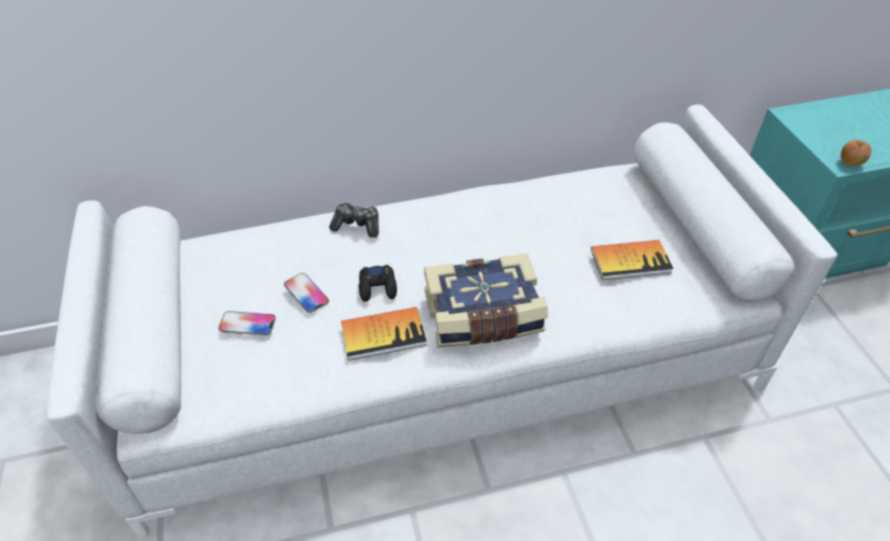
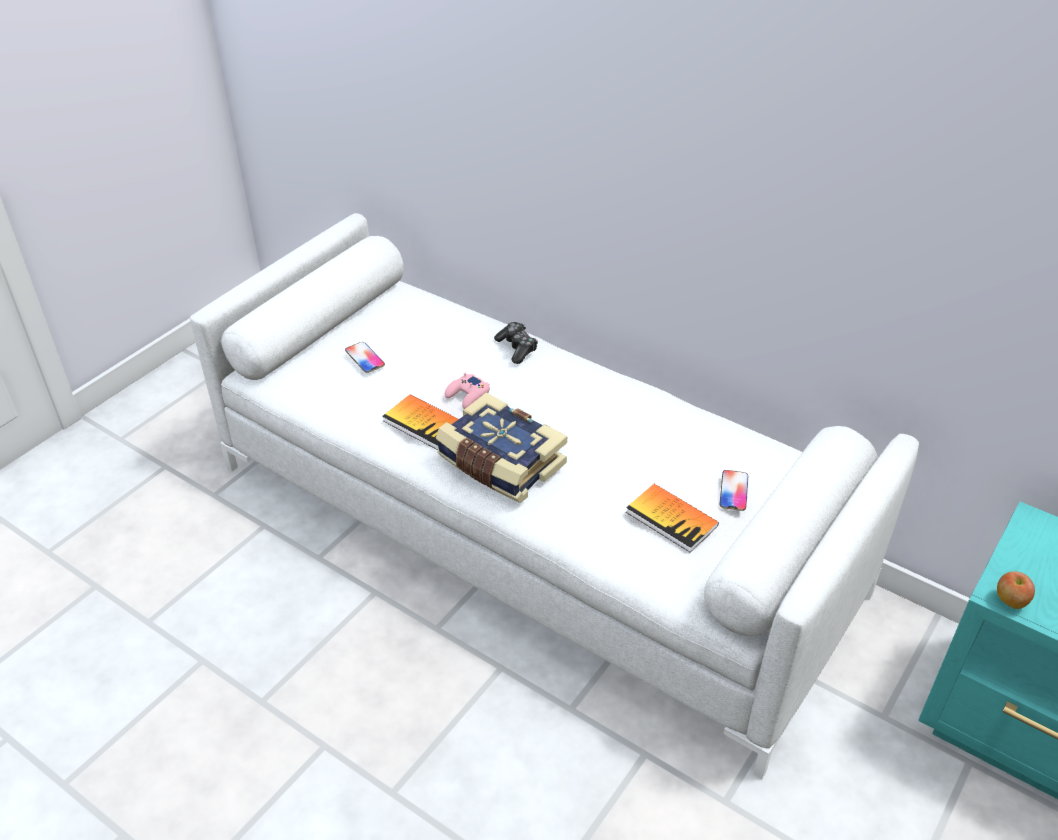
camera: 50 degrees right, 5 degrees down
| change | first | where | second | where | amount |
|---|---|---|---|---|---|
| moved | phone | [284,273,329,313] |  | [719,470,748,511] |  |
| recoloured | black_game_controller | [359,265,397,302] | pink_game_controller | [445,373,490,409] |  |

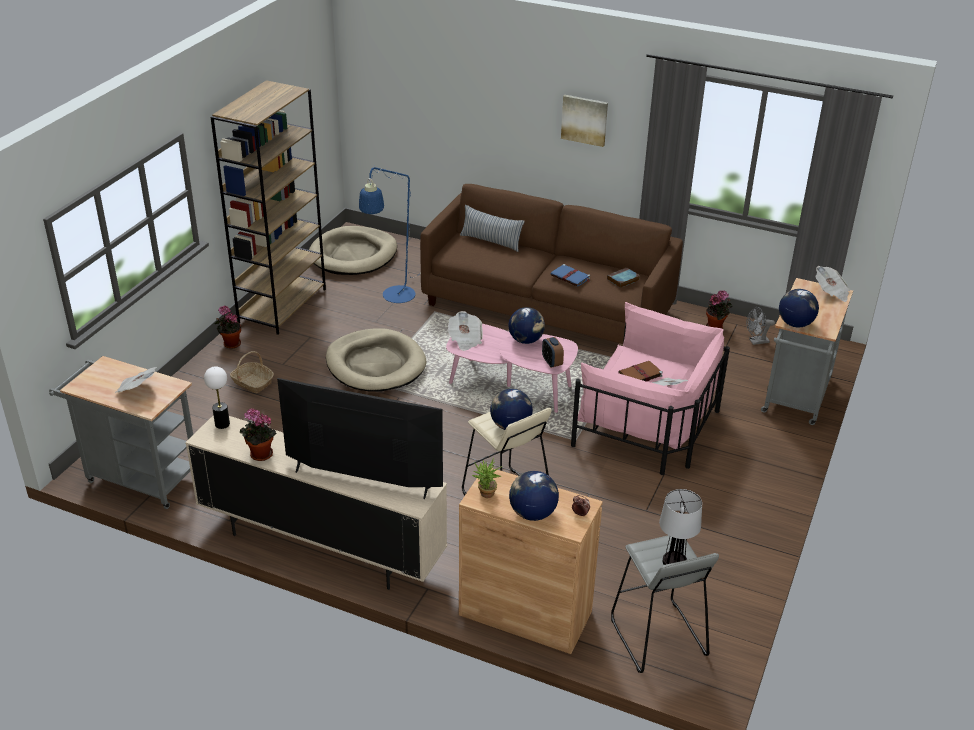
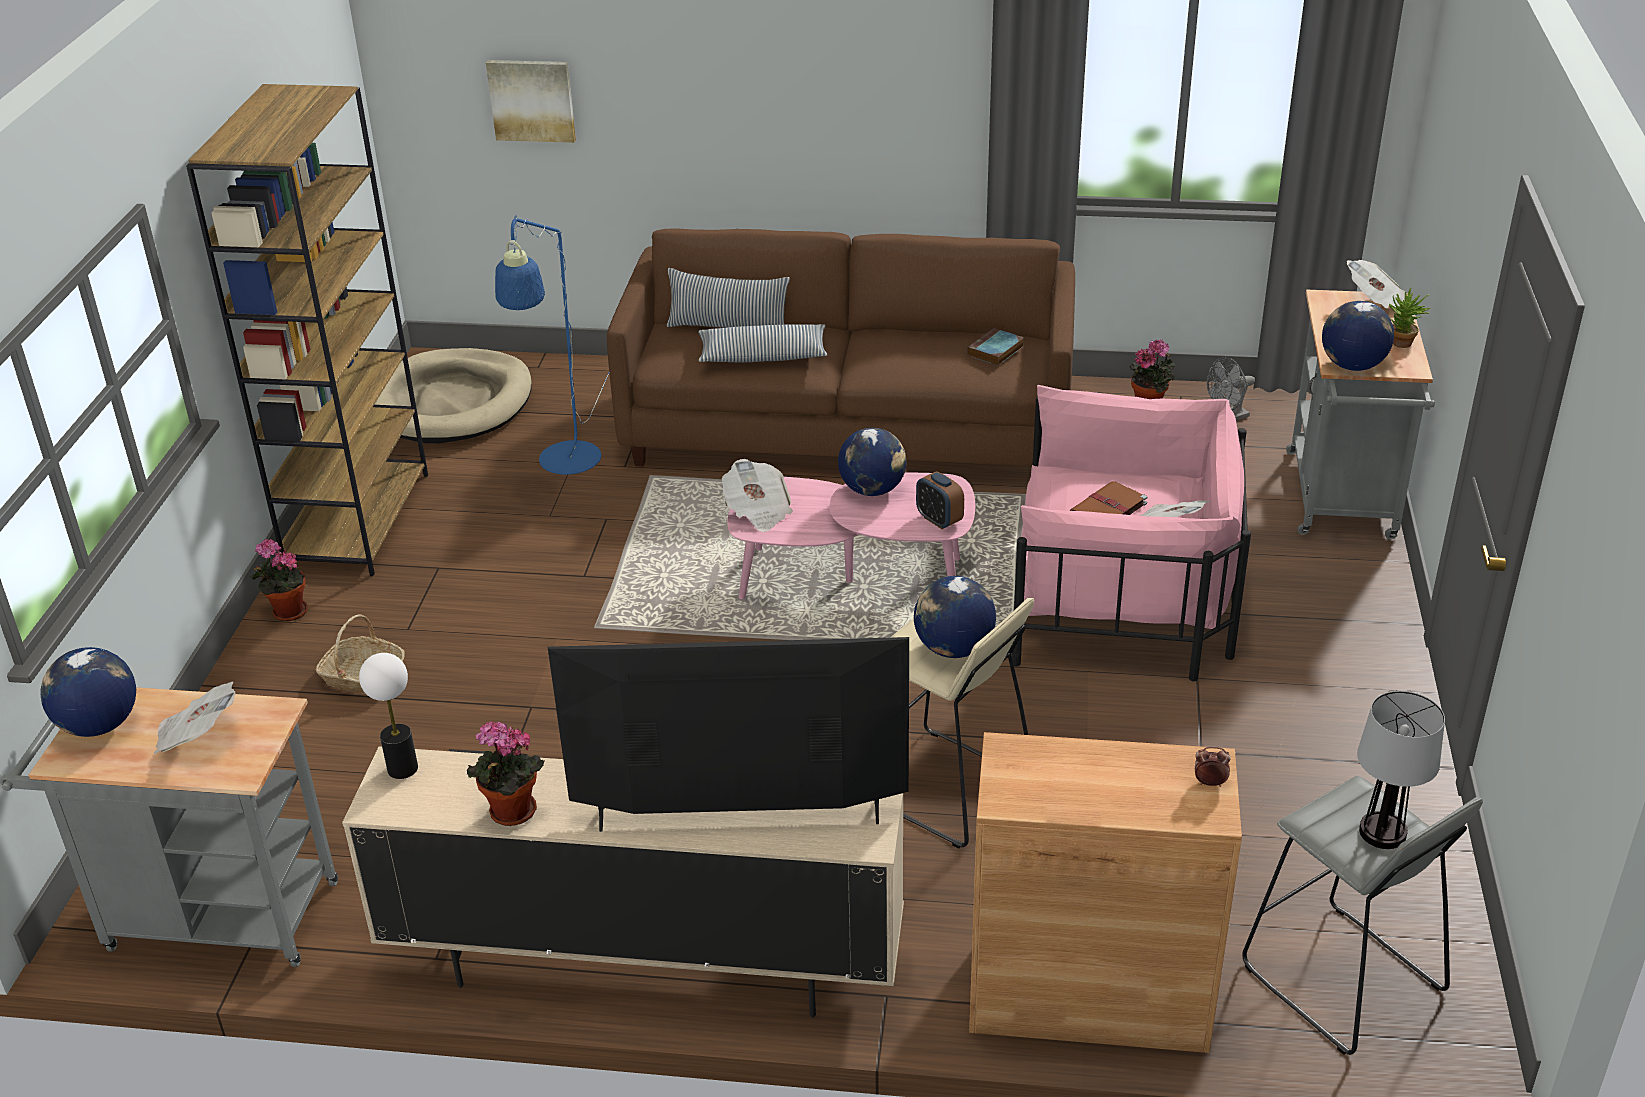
camera: 15 degrees left, 0 degrees up
| change | first | where | second | where | amount |
|---|---|---|---|---|---|
| removed | beige_dog_bed | [326,328,426,392] |  |  |  |
| moved | potted_plant | [472,458,503,498] |  | [1389,287,1430,348] |  |
| moved | globe | [509,471,559,521] |  | [40,647,136,737] |  |
| removed | blue_book | [551,264,590,287] |  |  |  |
| moved | picture | [561,95,608,147] |  | [486,60,576,143] |  |
| added |  |  | pillow | [698,324,827,362] |  |

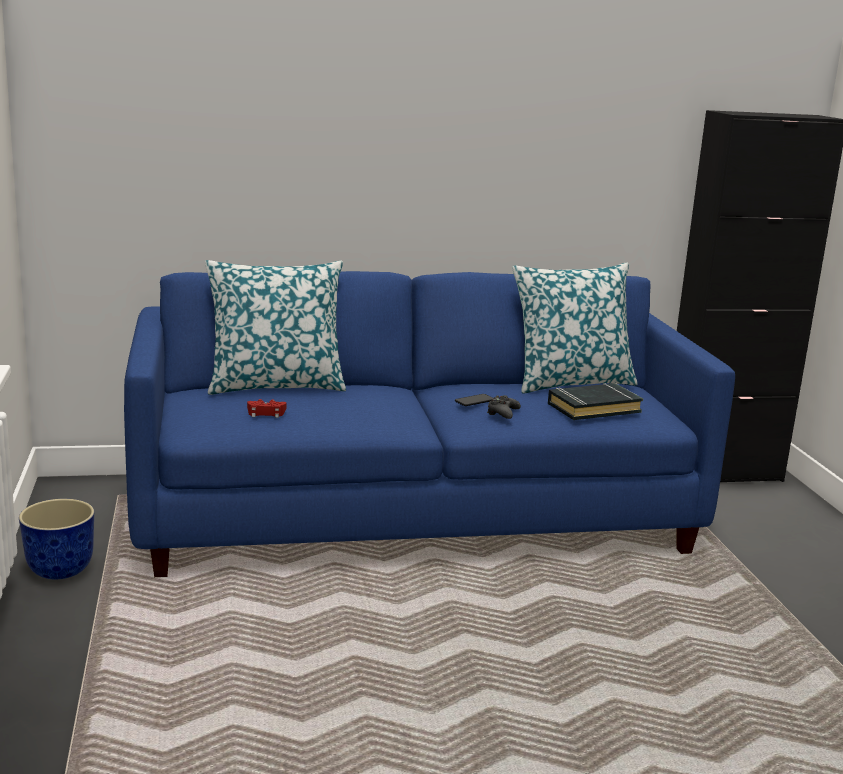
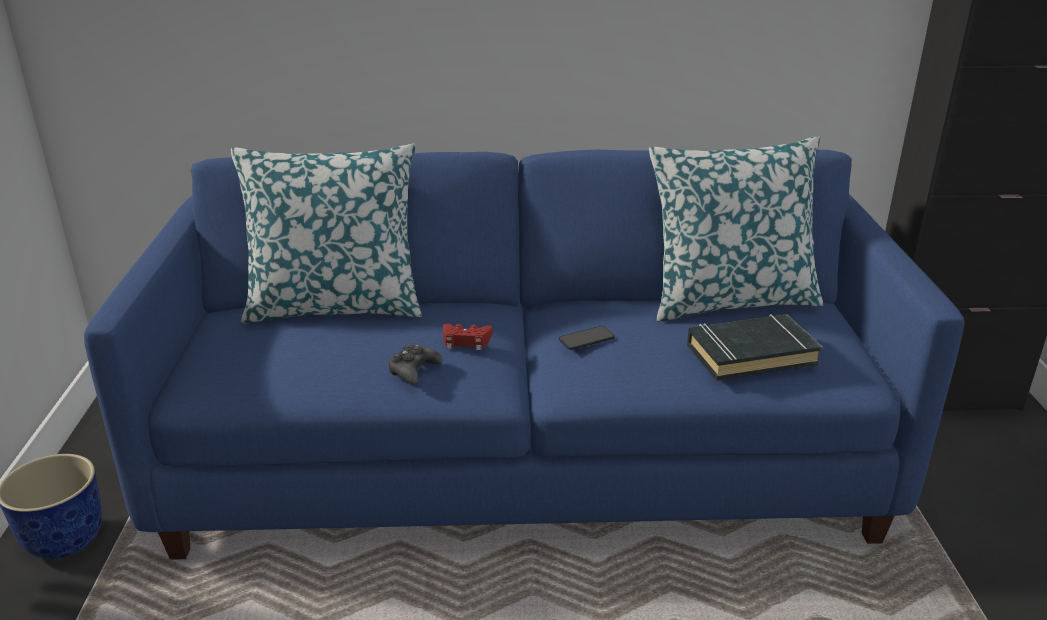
camera: 10 degrees right, 10 degrees up
| change | first | where | second | where | amount |
|---|---|---|---|---|---|
| moved | red_game_controller | [247,399,287,418] |  | [443,324,492,350] |  |
| moved | black_game_controller | [487,395,521,419] |  | [389,344,443,384] |  |

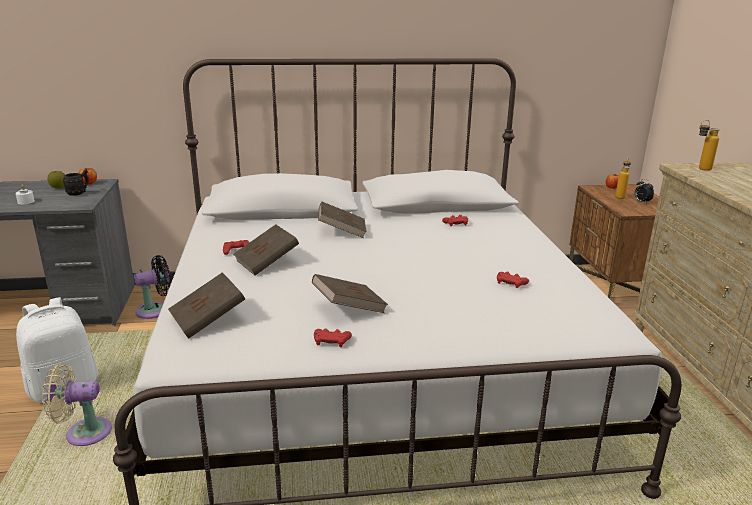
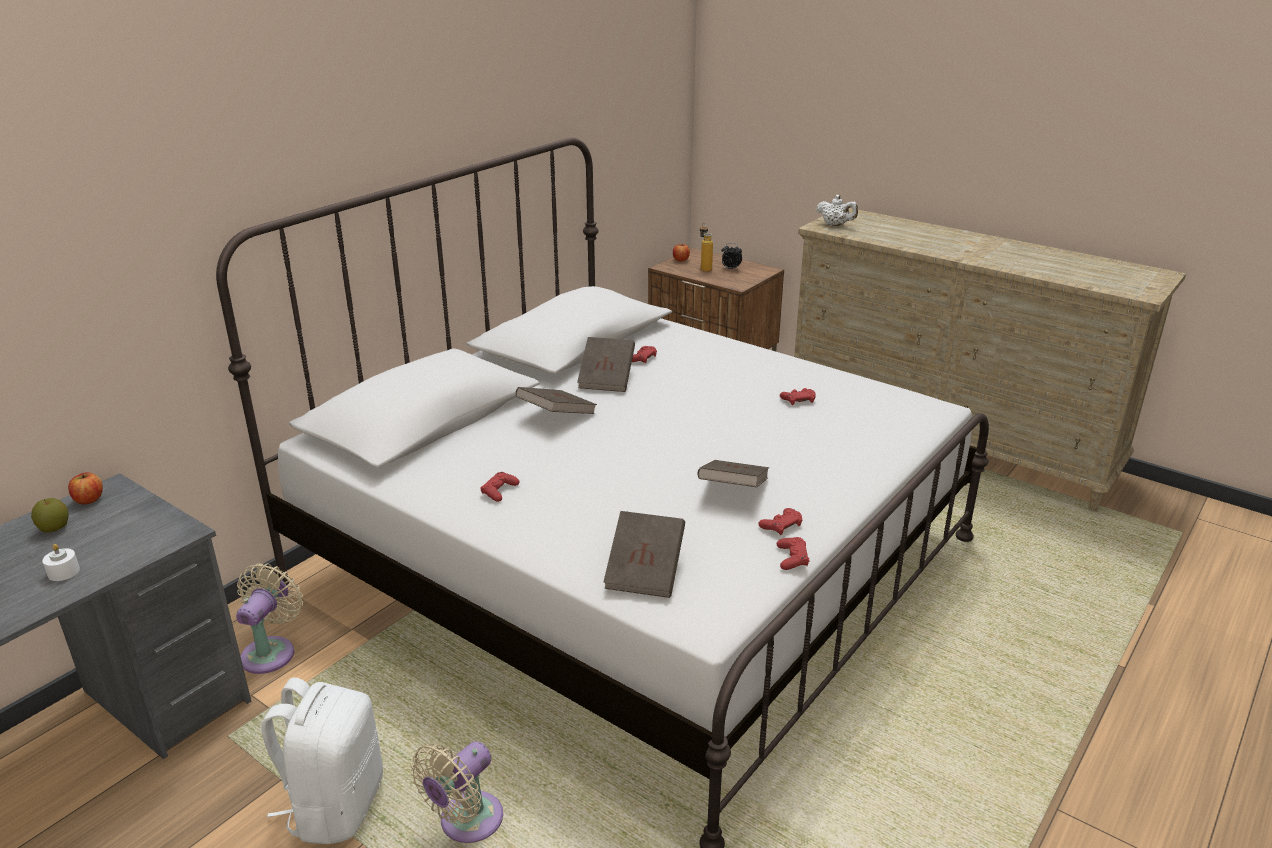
camera: 45 degrees left, 5 degrees up
| change | first | where | second | where | amount |
|---|---|---|---|---|---|
| removed | black_mug | [63,170,89,196] |  |  |  |
| recoloured | black_fan | [134,255,171,319] | beige_fan | [236,563,303,674] |  |
| moved | brown_book | [233,224,299,276] |  | [577,337,635,392] |  |
| replaced | bottle | [699,120,720,171] | white_teapot | [816,195,858,226] |  |
| added |  |  | red_game_controller | [777,537,809,570] |  |

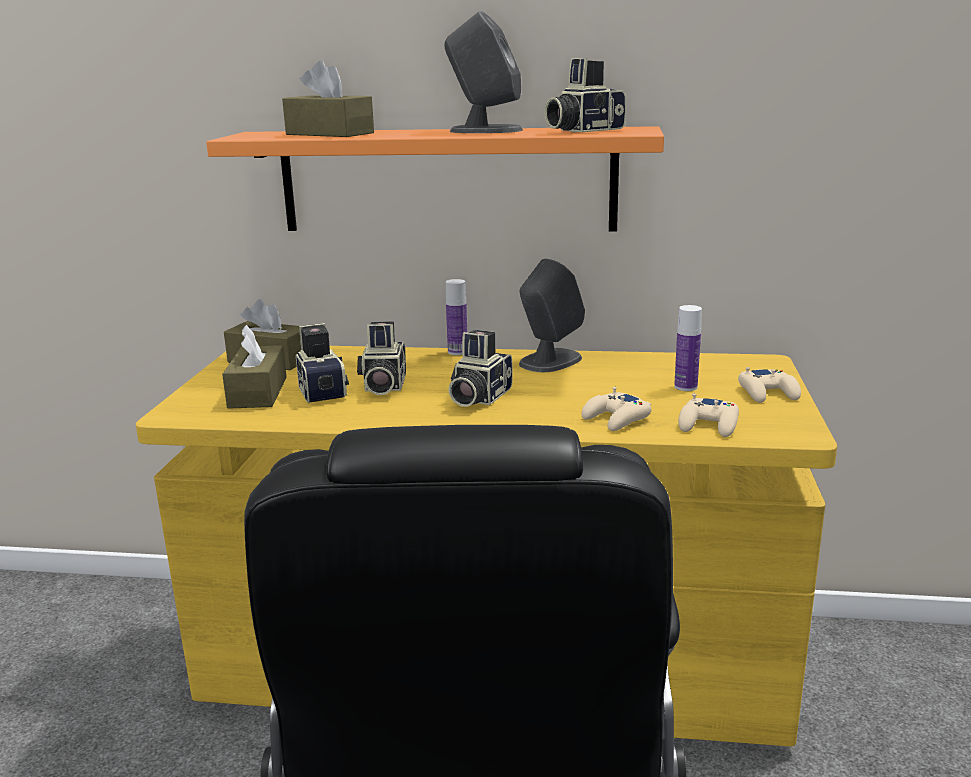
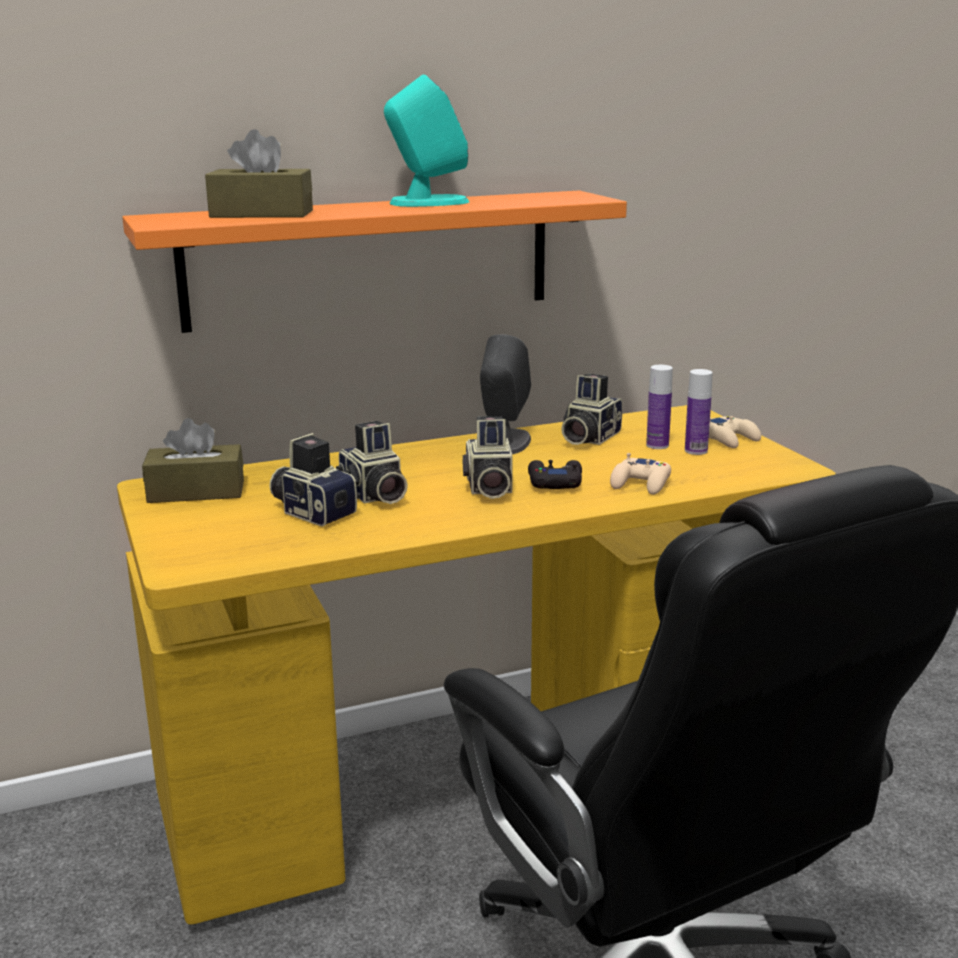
camera: 30 degrees left, 0 degrees up
| change | first | where | second | where | amount |
|---|---|---|---|---|---|
| removed | brown_tissue_box | [222,325,287,409] |  |  |  |
| recoloured | grey_speaker | [444,11,523,133] | turquoise_speaker | [384,74,469,207] |  |
| moved | bottle | [446,279,467,355] |  | [685,369,713,455] |  |
| moved | photo_camera | [544,58,626,132] |  | [561,374,623,445] |  |
| removed | beige_game_controller | [678,393,739,437] |  |  |  |
| added |  |  | black_game_controller | [528,460,582,489] |  |

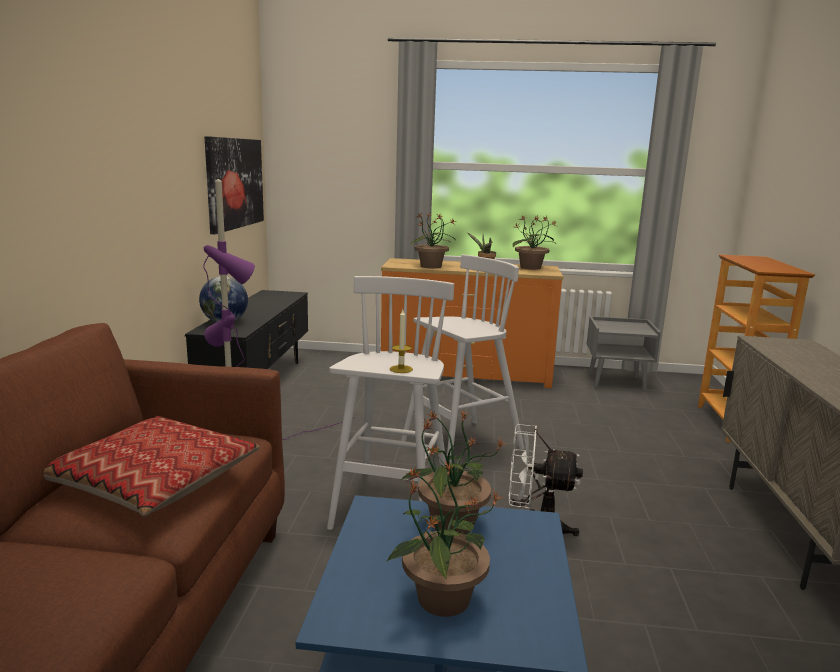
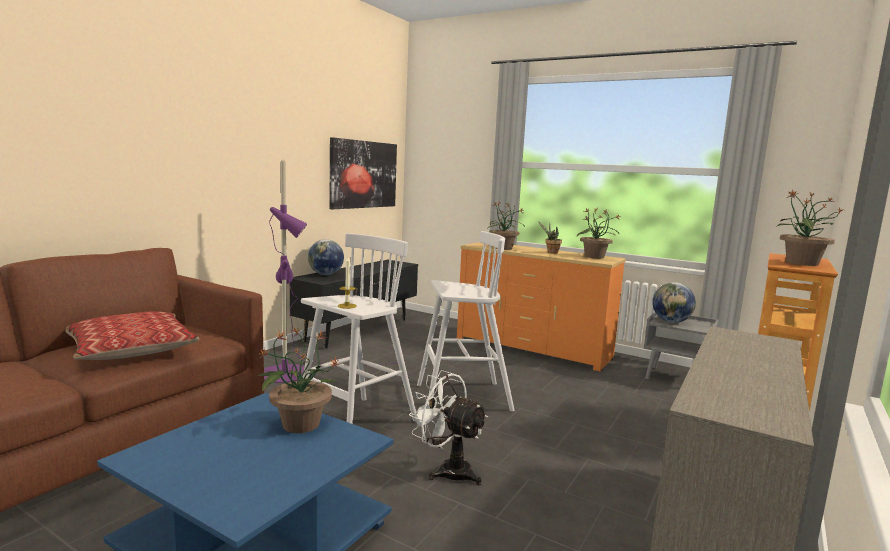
camera: 25 degrees right, 5 degrees down
| change | first | where | second | where | amount |
|---|---|---|---|---|---|
| moved | potted_plant | [387,462,502,617] |  | [777,190,843,266] |  |
| added |  |  | globe | [652,282,696,323] |  |

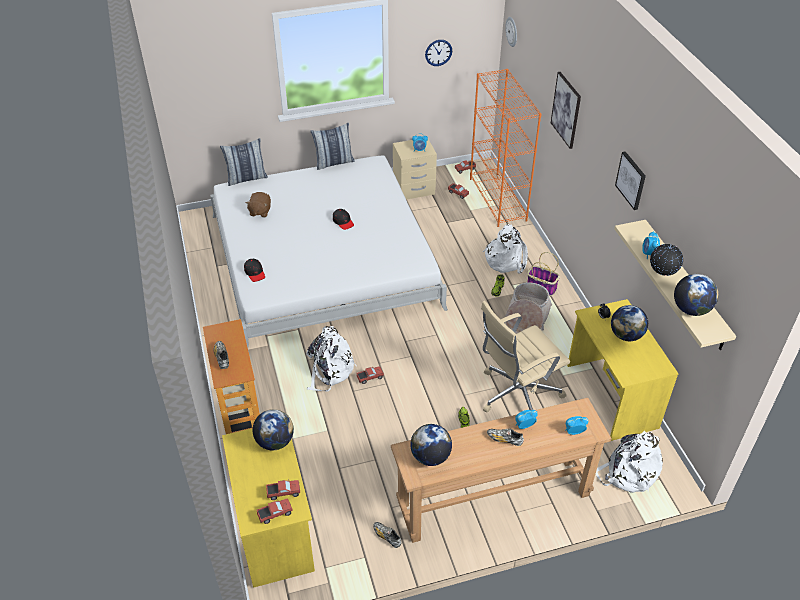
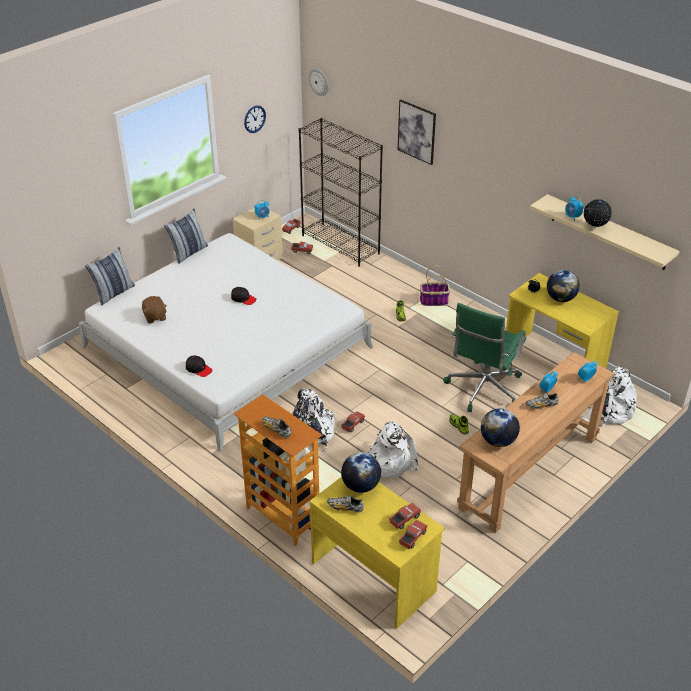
camera: 30 degrees left, 5 degrees down
| change | first | where | second | where | amount |
|---|---|---|---|---|---|
| moved | shoe | [373,522,402,548] |  | [327,496,364,513] |  |
| recoloured | orange_bookcase | [470,69,542,227] | black_bookcase | [299,118,383,267] |  |
| recoloured | beige_office_chair | [481,301,570,413] | green_office_chair | [443,303,526,412] |  |
| moved | white_backpack | [483,224,528,274] |  | [368,421,419,478] |  |
| removed | basket | [505,282,552,334] |  |  |  |
| removed | picture | [615,151,646,210] |  |  |  |
| removed | globe | [674,274,718,316] |  |  |  |

